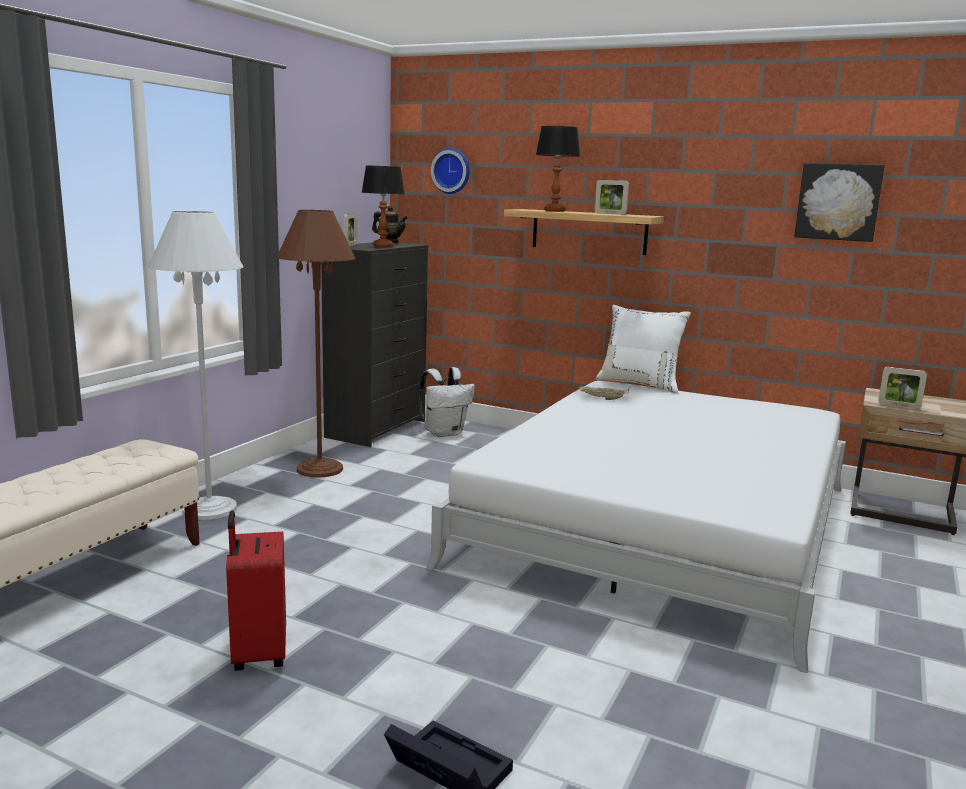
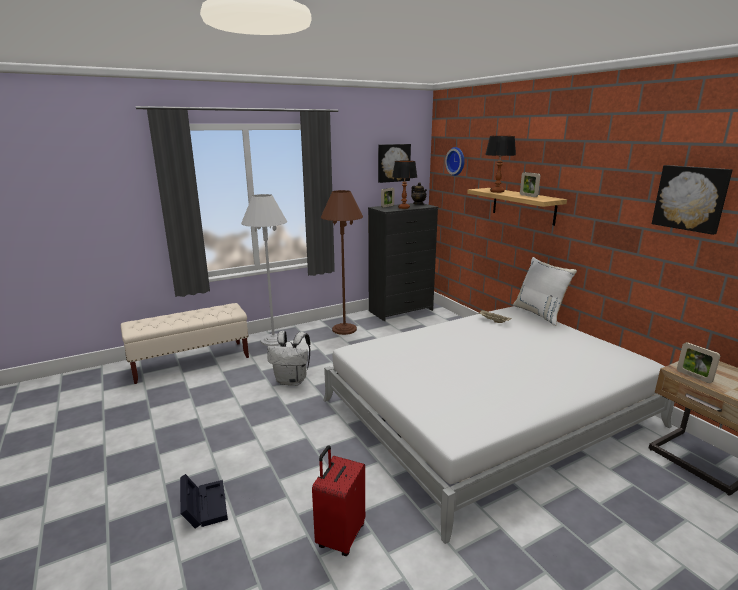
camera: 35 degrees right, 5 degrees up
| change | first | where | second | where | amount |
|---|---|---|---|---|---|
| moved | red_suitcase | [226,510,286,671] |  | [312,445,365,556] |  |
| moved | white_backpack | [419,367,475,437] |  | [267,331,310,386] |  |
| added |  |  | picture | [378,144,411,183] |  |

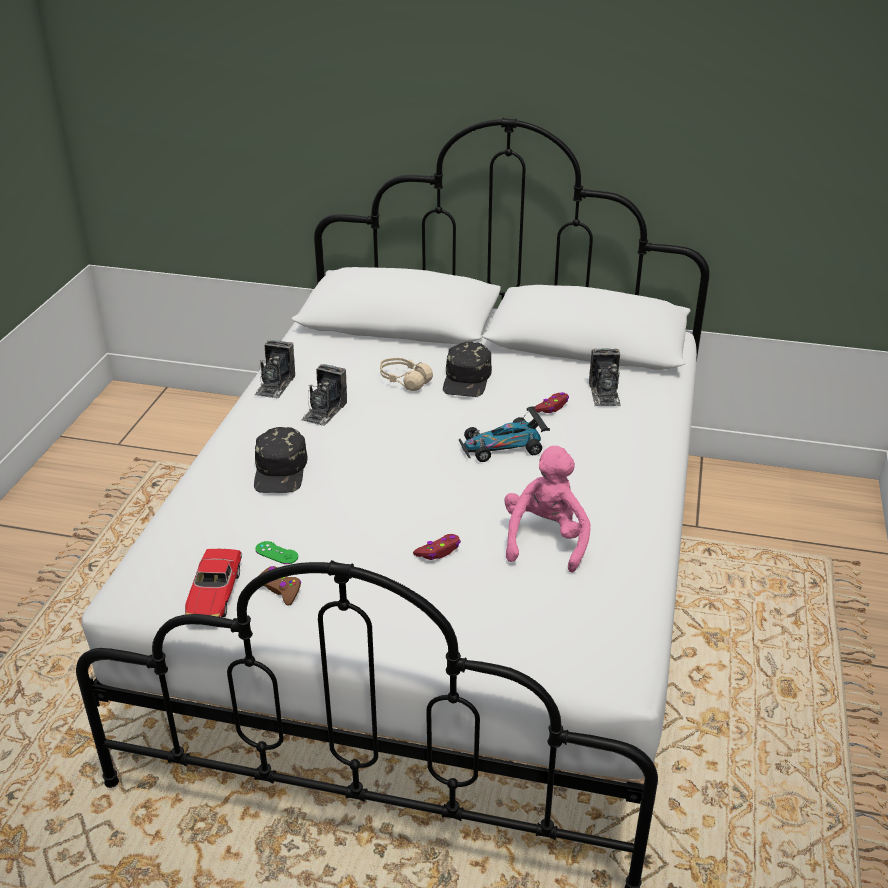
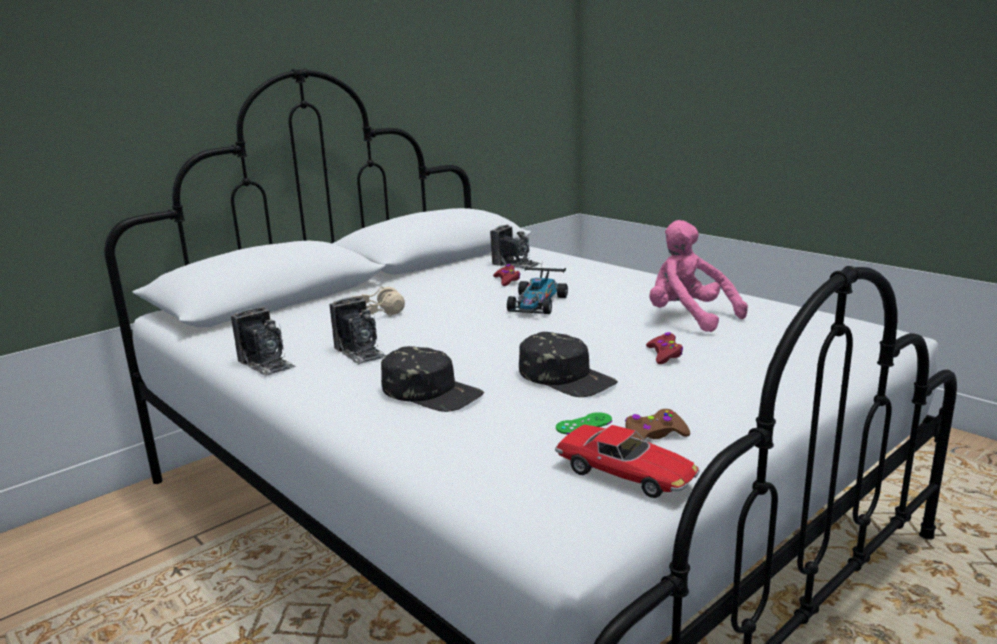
camera: 55 degrees left, 15 degrees down
| change | first | where | second | where | amount |
|---|---|---|---|---|---|
| moved | black_cap | [443,342,492,397] |  | [519,332,618,397] |  |

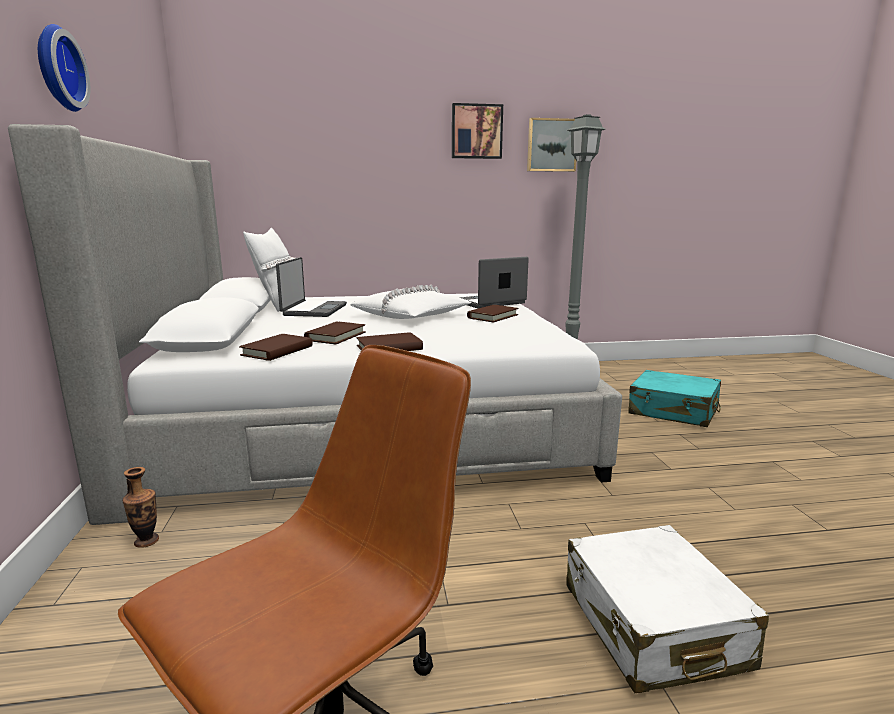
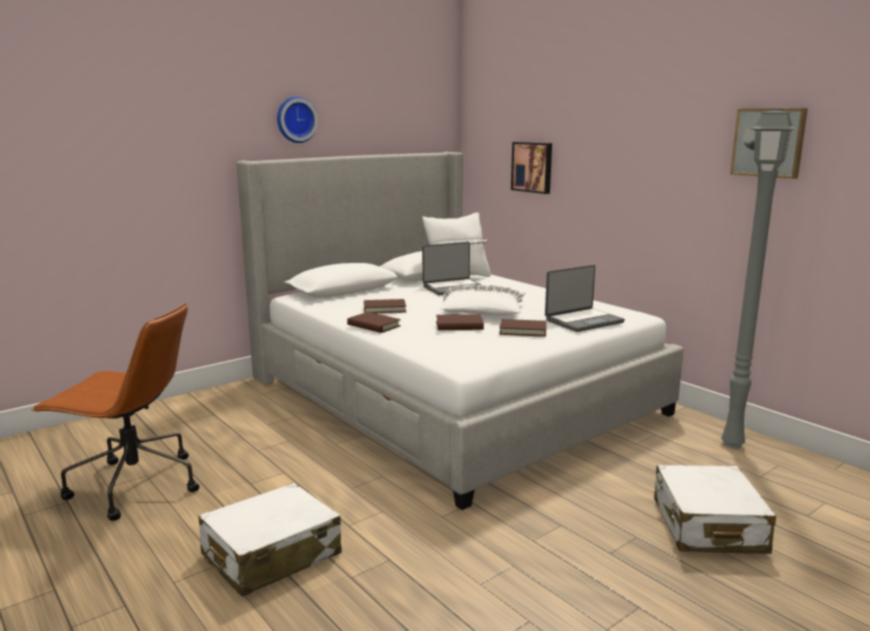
camera: 60 degrees right, 0 degrees up
| change | first | where | second | where | amount |
|---|---|---|---|---|---|
| removed | vase | [122,467,159,548] |  |  |  |
| moved | brown_book | [239,334,313,361] |  | [436,314,484,330] |  |
| moved | picture | [452,103,503,159] |  | [511,142,552,194] |  |
| turned | laptop | [460,257,529,308] |  | [545,265,625,332] | 120 degrees clockwise |
| recoloured | turquoise_suitcase | [628,370,721,427] | white_suitcase | [654,465,776,554] |  |

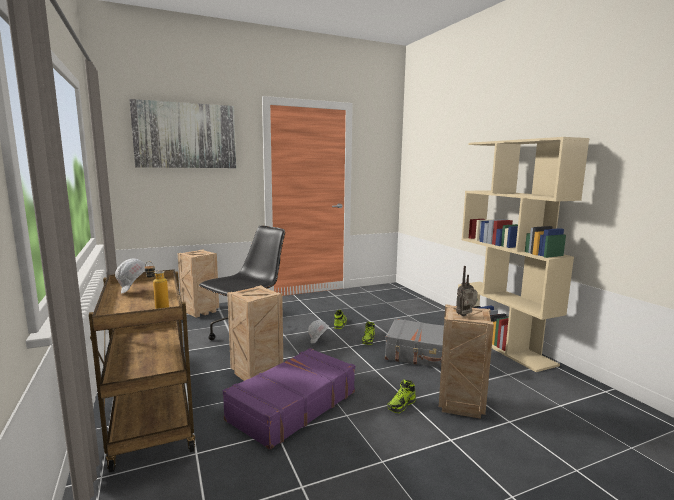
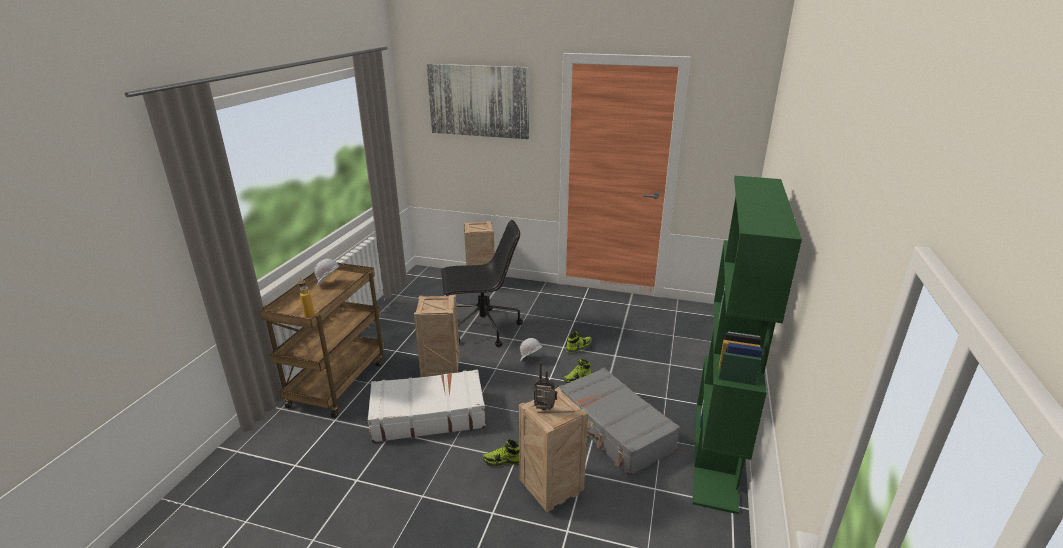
camera: 40 degrees right, 15 degrees up
| change | first | where | second | where | amount |
|---|---|---|---|---|---|
| recoloured | purple_suitcase | [223,348,355,450] | white_suitcase | [368,369,486,443] |  |
| recoloured | beige_bookcase | [458,137,590,372] | green_bookcase | [692,176,802,514] |  |

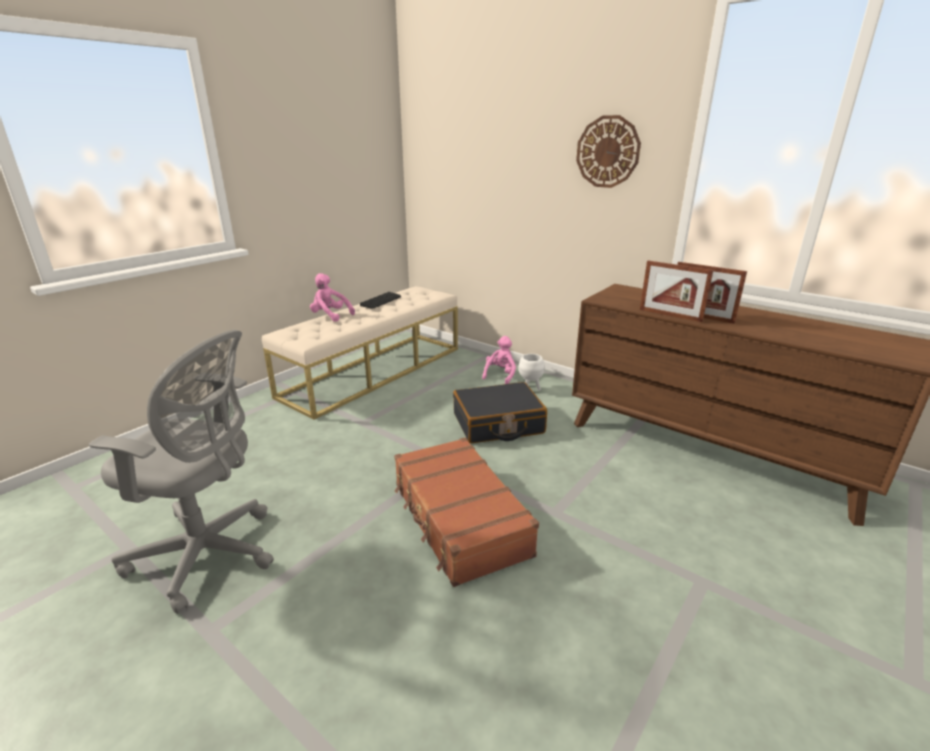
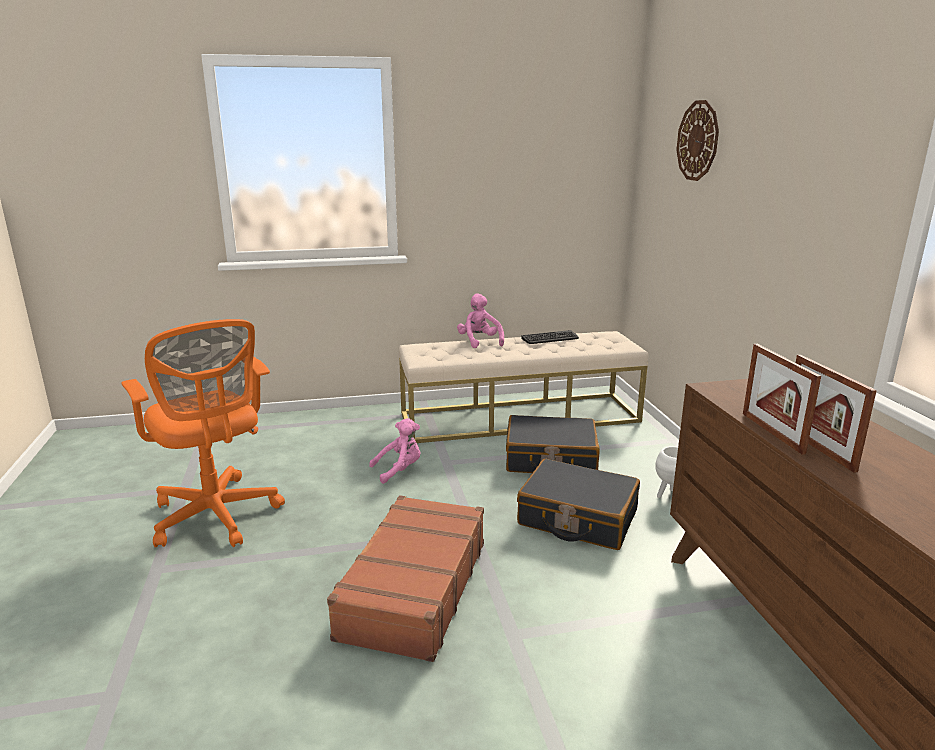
camera: 40 degrees right, 5 degrees down
| change | first | where | second | where | amount |
|---|---|---|---|---|---|
| recoloured | grey_office_chair | [89,330,274,614] | orange_office_chair | [121,319,285,547] |  |
| moved | pink_plush_toy | [482,336,516,384] |  | [369,418,421,484] |  |
| moved | wall_clock | [576,115,641,188] |  | [676,100,719,181] |  |
| added |  |  | black_suitcase | [506,415,600,473] |  |

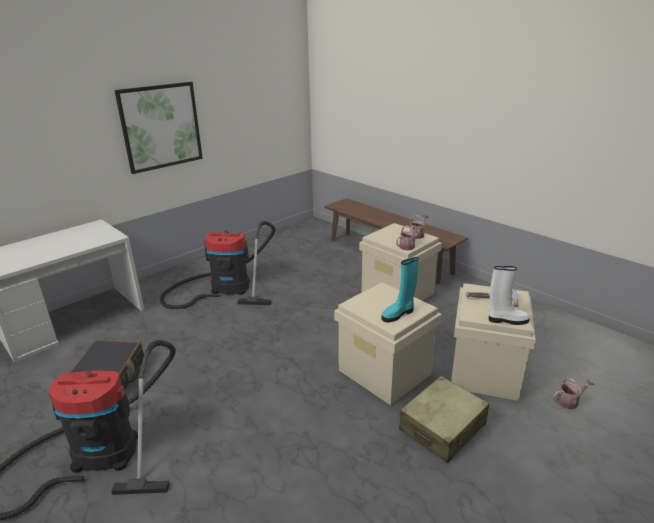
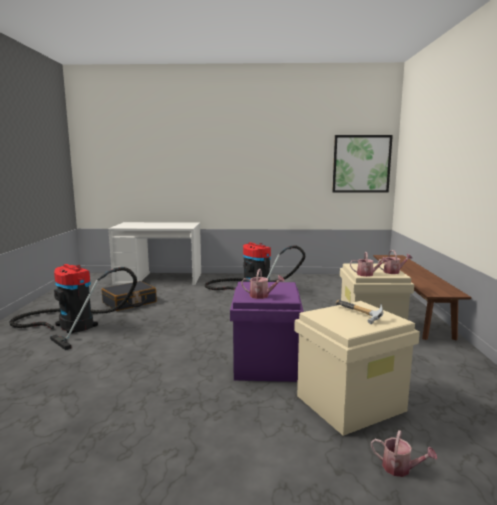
camera: 45 degrees right, 15 degrees down
| change | first | where | second | where | amount |
|---|---|---|---|---|---|
| moved | picture | [114,82,203,174] |  | [332,135,393,193] |  |
| recoloured | beige_storage_box | [334,282,442,405] | purple_storage_box | [230,282,304,382] |  |
| replaced | turquoise_boot | [382,257,418,323] | watering_can | [241,269,285,299] |  |
| removed | beige_suitcase | [399,376,489,463] |  |  |  |
| removed | white_boot | [489,266,530,325] |  |  |  |

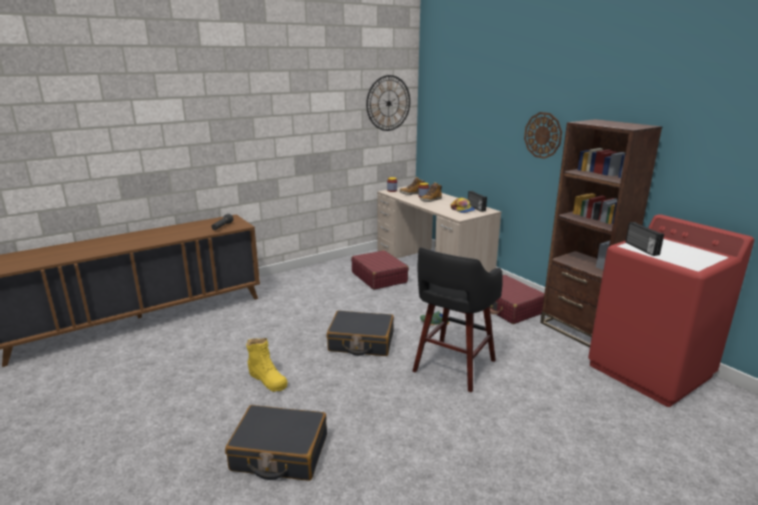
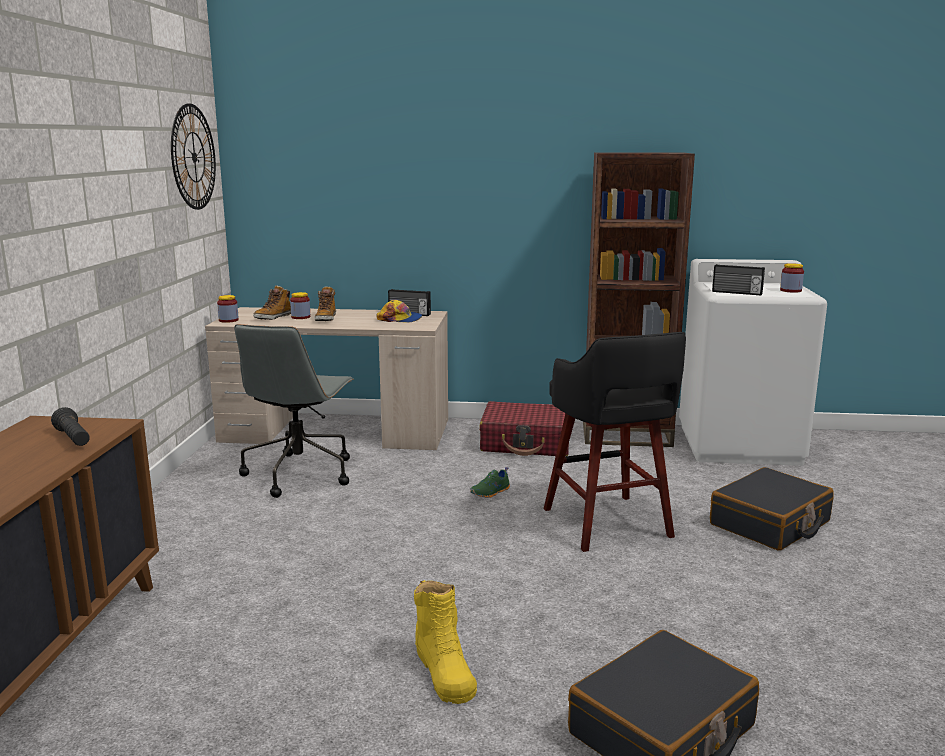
camera: 50 degrees left, 5 degrees down
| change | first | where | second | where | amount |
|---|---|---|---|---|---|
| turned | yellow_boot | [246,338,288,392] |  | [414,580,477,704] | 75 degrees clockwise |
| moved | black_suitcase | [327,310,394,356] |  | [710,467,834,551] |  |
| replaced | red_suitcase | [351,250,409,290] | grey_office_chair | [234,324,354,498] |  |
| removed | wall_clock | [524,112,562,159] |  |  |  |
| recoloured | red_washing_machine | [588,214,754,407] | white_washing_machine | [679,259,827,466] |  |
| added |  |  | jar | [780,263,804,293] |  |

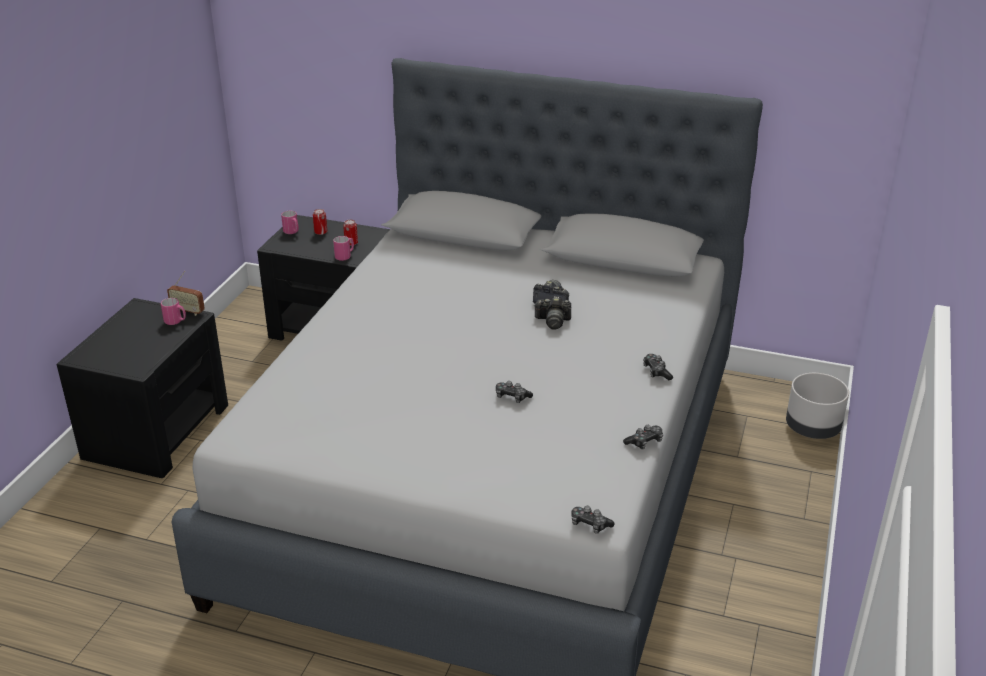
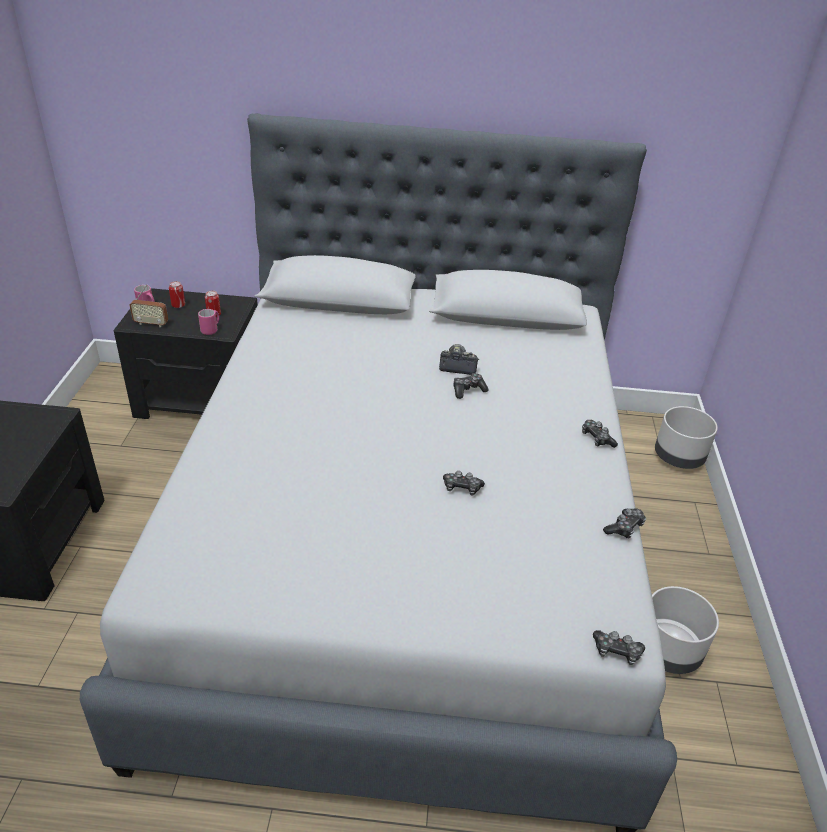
camera: 15 degrees left, 5 degrees up
| change | first | where | second | where | amount |
|---|---|---|---|---|---|
| removed | pink_mug | [161,298,186,325] |  |  |  |
| moved | radio | [167,271,205,316] |  | [129,284,168,327] |  |
| replaced | photo_camera | [534,296,571,330] | game_controller | [454,374,489,399] |  |
| added |  |  | grey_planter | [652,586,719,674] |  |

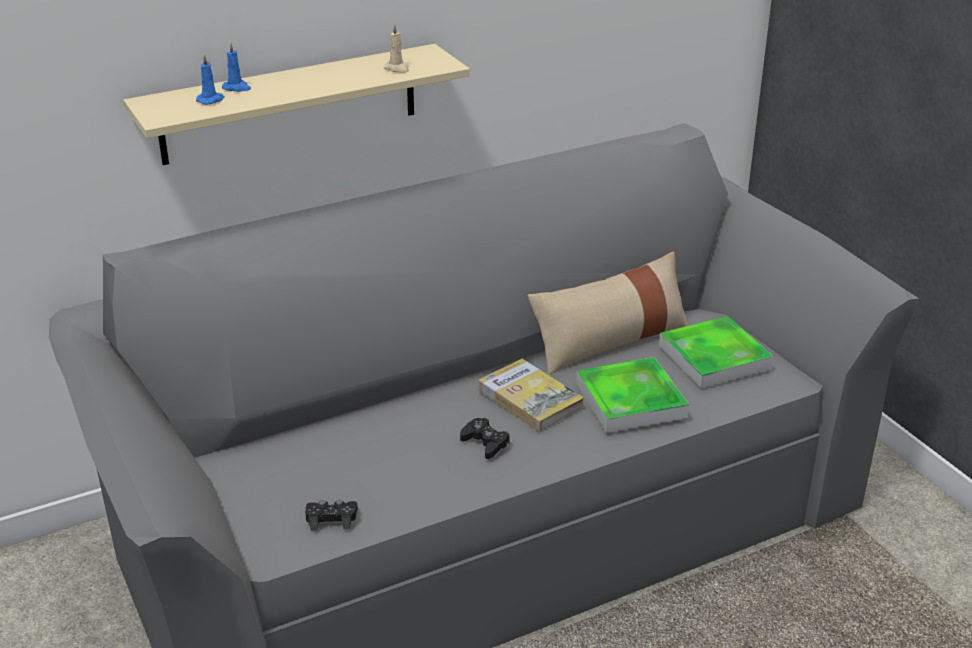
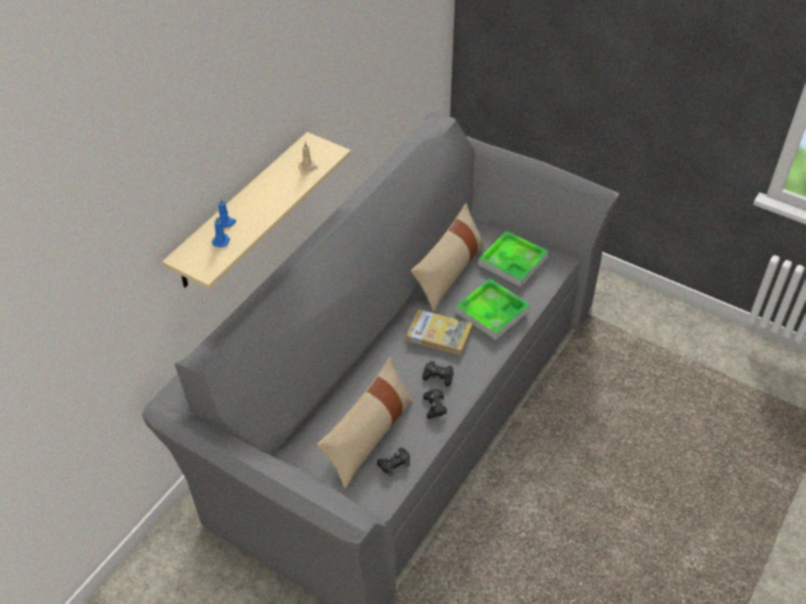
camera: 30 degrees left, 15 degrees up
| change | first | where | second | where | amount |
|---|---|---|---|---|---|
| added |  |  | beige_pillow | [317,357,414,488] |  |
| added |  |  | black_game_controller | [423,389,447,419] |  |

